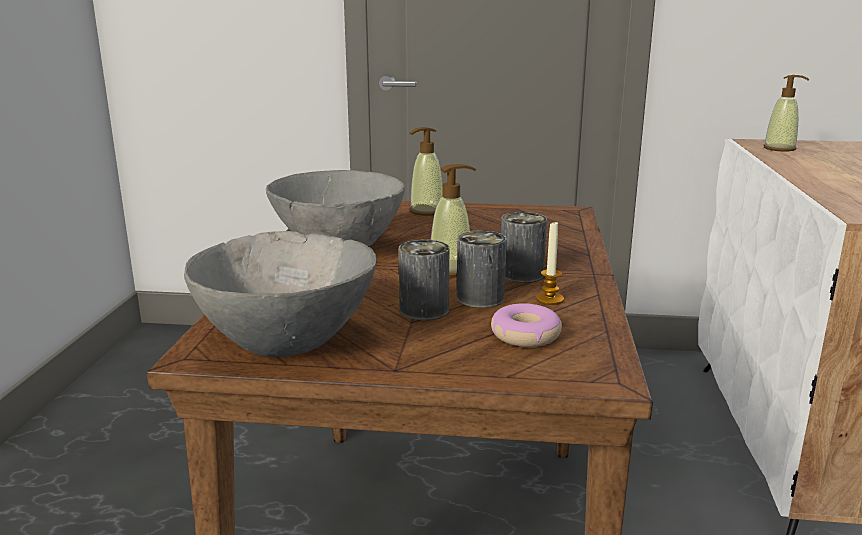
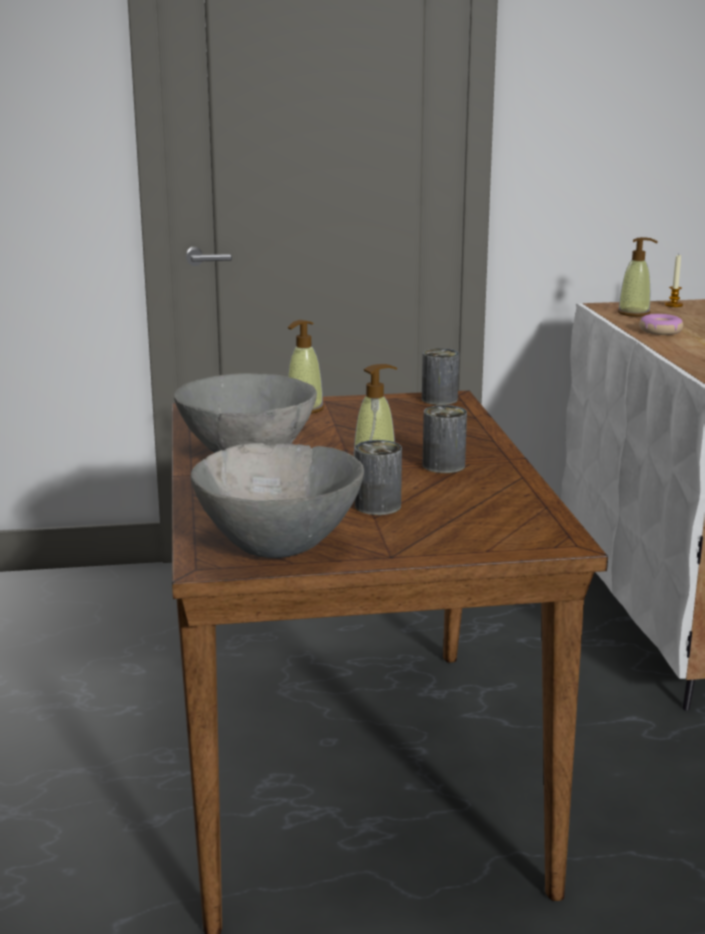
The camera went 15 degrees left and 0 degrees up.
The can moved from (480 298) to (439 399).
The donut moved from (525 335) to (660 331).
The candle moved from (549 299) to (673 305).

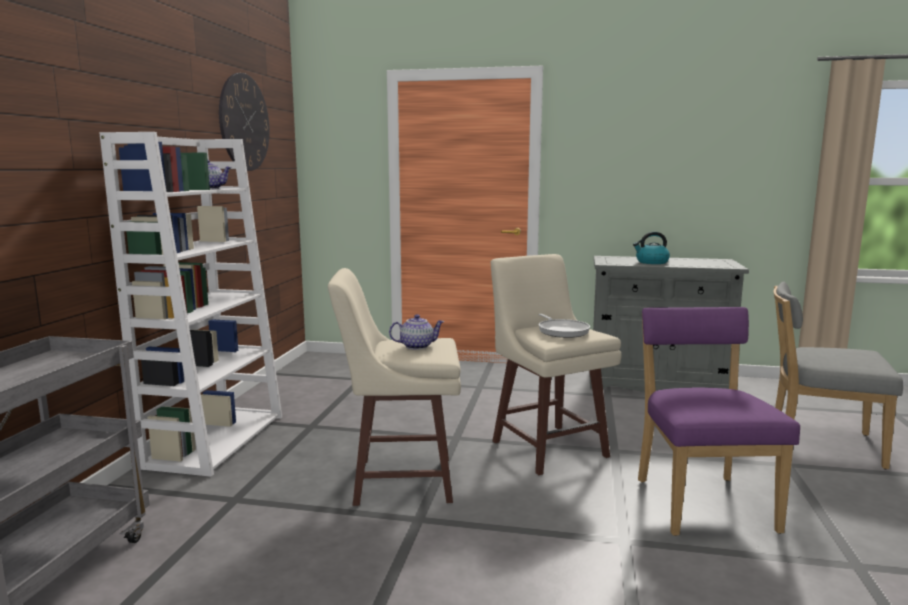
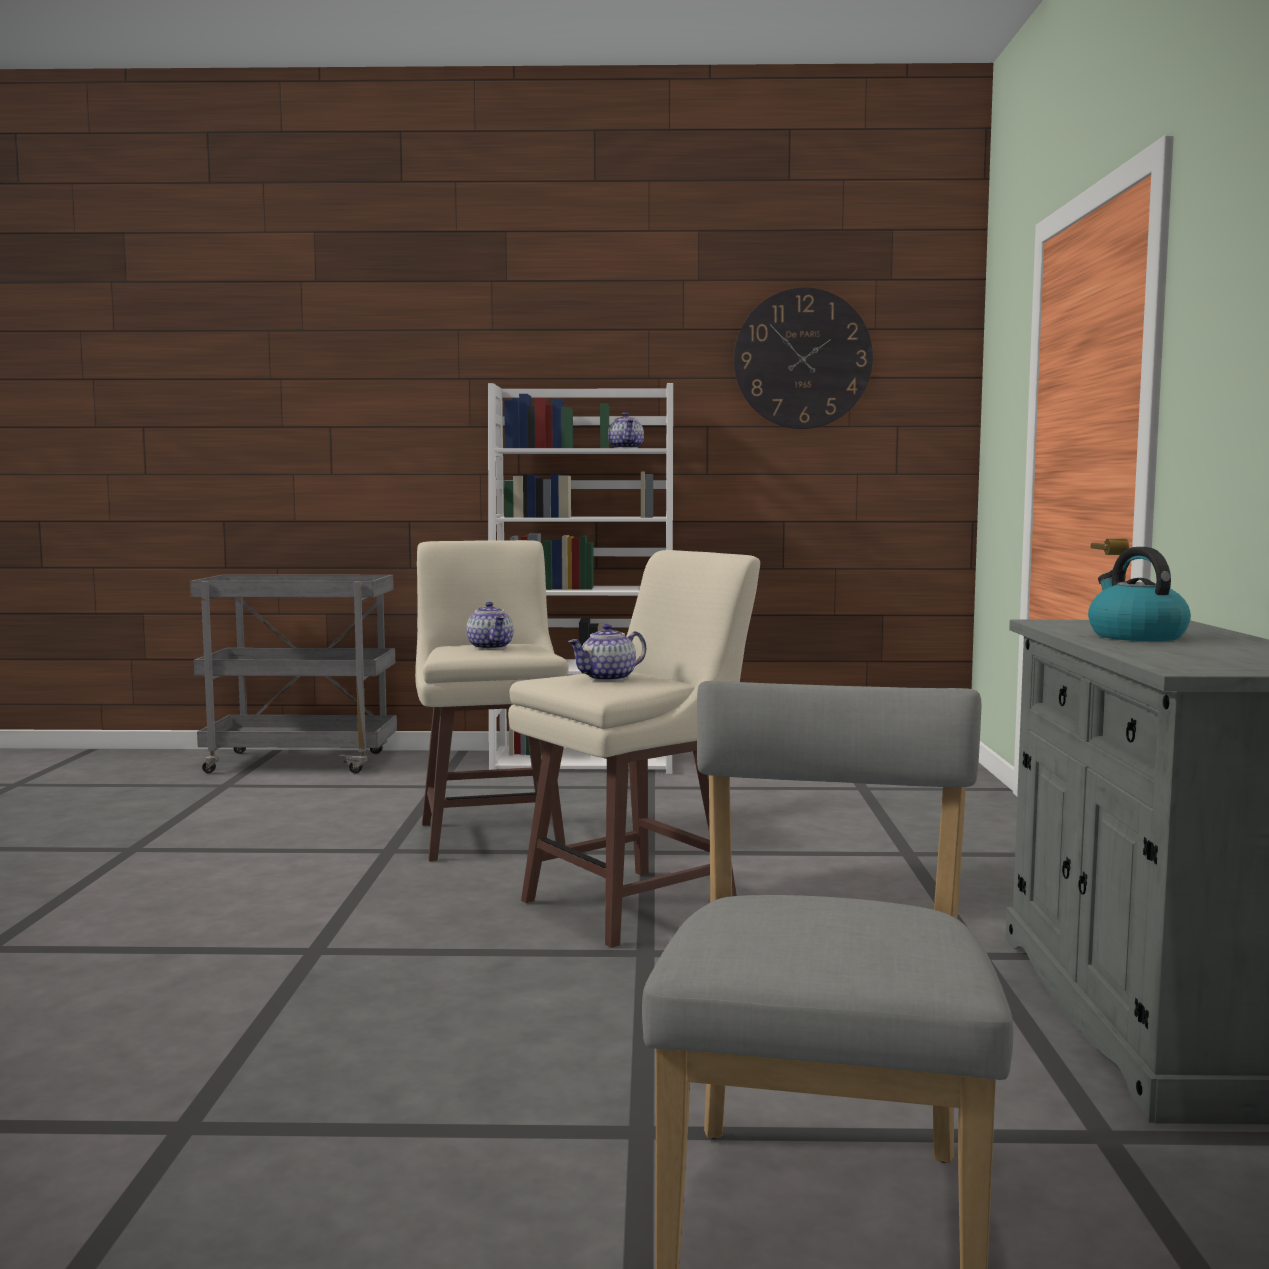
The camera went 80 degrees right and 5 degrees down.
The chair in purple at (701 501) disappeared.
The frying pan at (562 331) was replaced by the teapot at (608 678).

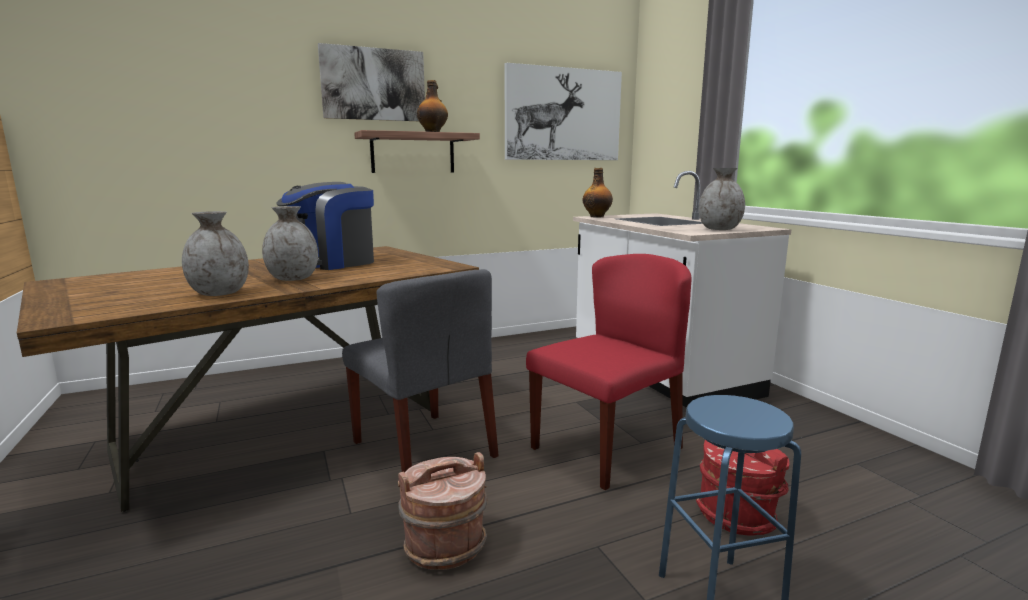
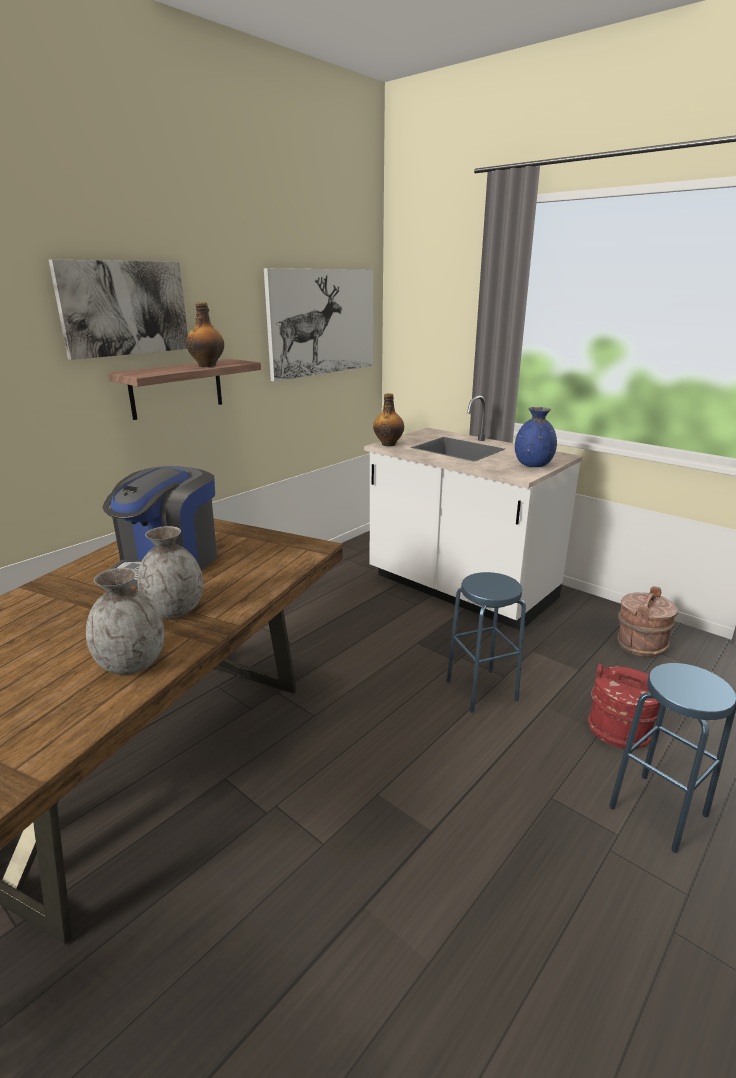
The camera went 25 degrees left and 10 degrees up.
The chair in grey at (424 449) disappeared.
The bucket in brown moved from (445 545) to (640 644).
The chair in red at (607 447) was replaced by the stool in blue at (482 690).
The vase in grey at (720 229) became the vase in blue at (533 465).

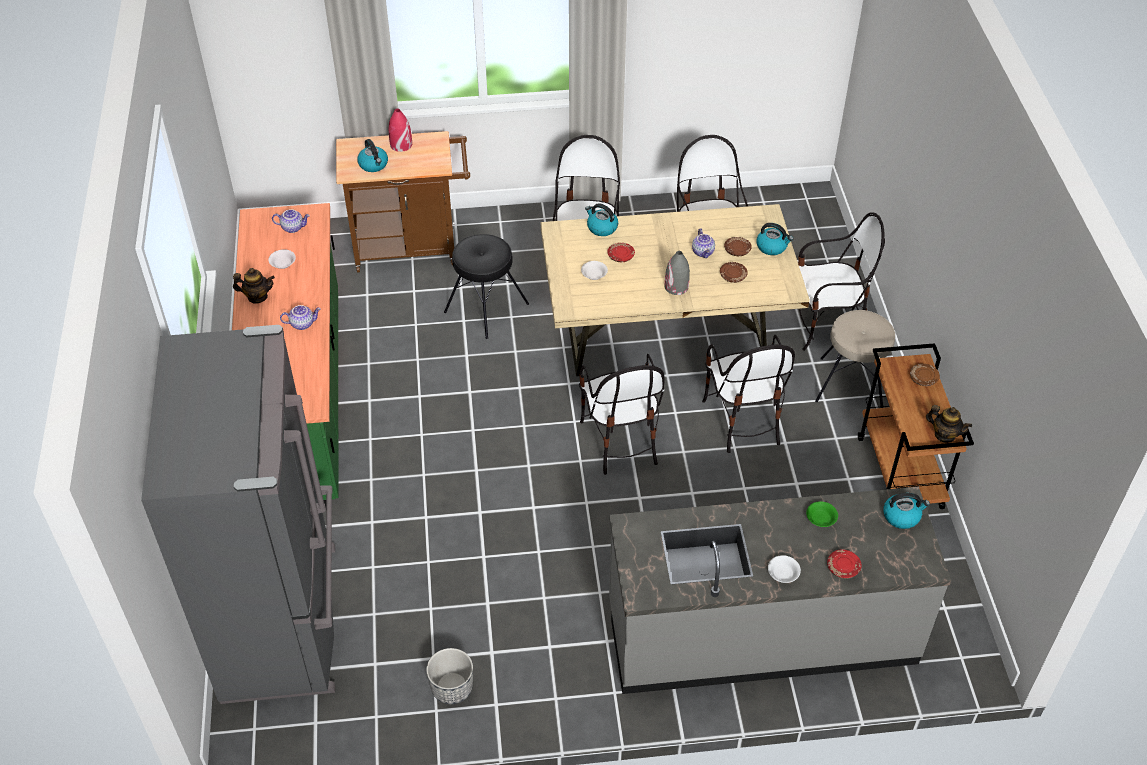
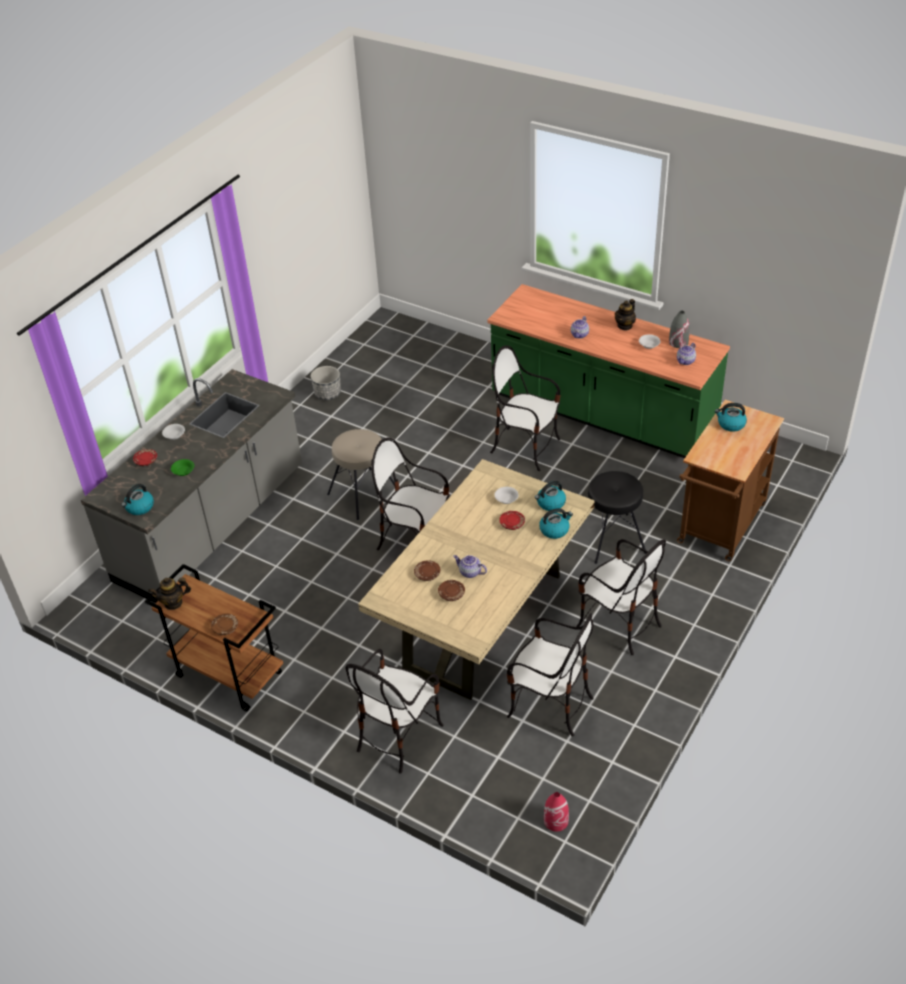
The camera went 130 degrees right and 5 degrees down.
The fridge in grey at (284 621) disappeared.
The vase in red moved from (401 144) to (556 820).
The vase in grey moved from (676 287) to (678 342).
The chair moved from (742 420) to (525 447).
The kettle moved from (772 247) to (550 503).
The stool in beige moved from (851 385) to (363 493).

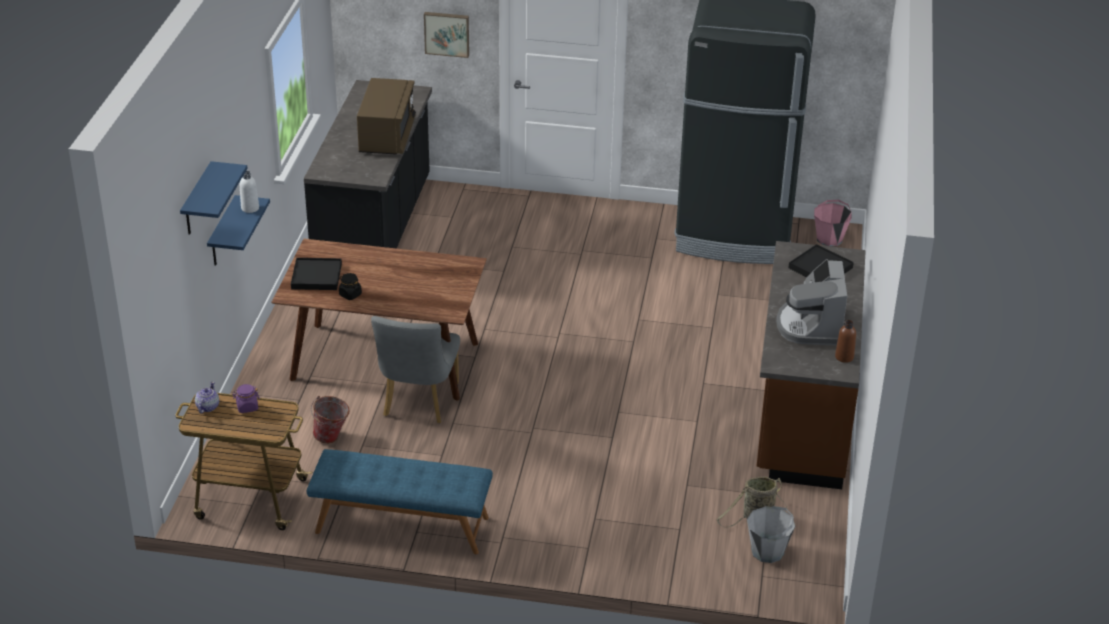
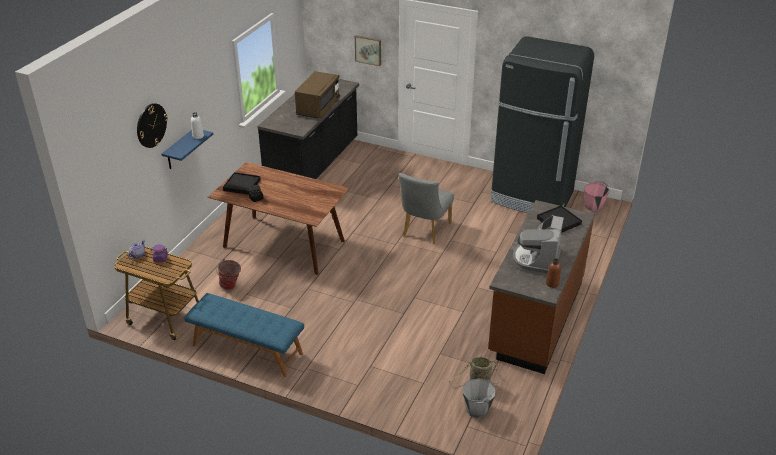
The camera went 15 degrees right and 0 degrees up.
The chair in grey moved from (418 403) to (424 231).
The shelf in blue at (197 201) was replaced by the wall clock at (151 125).

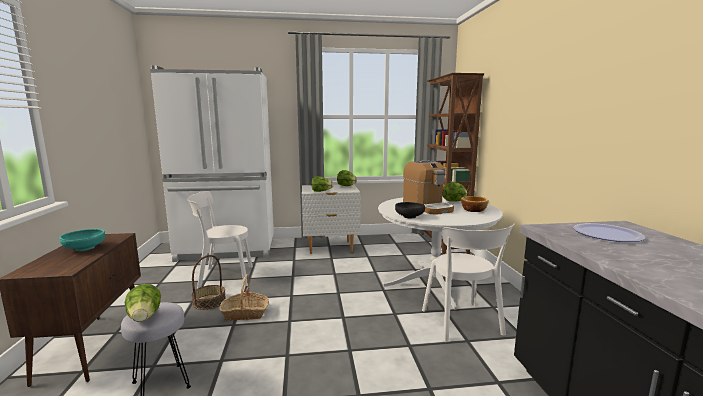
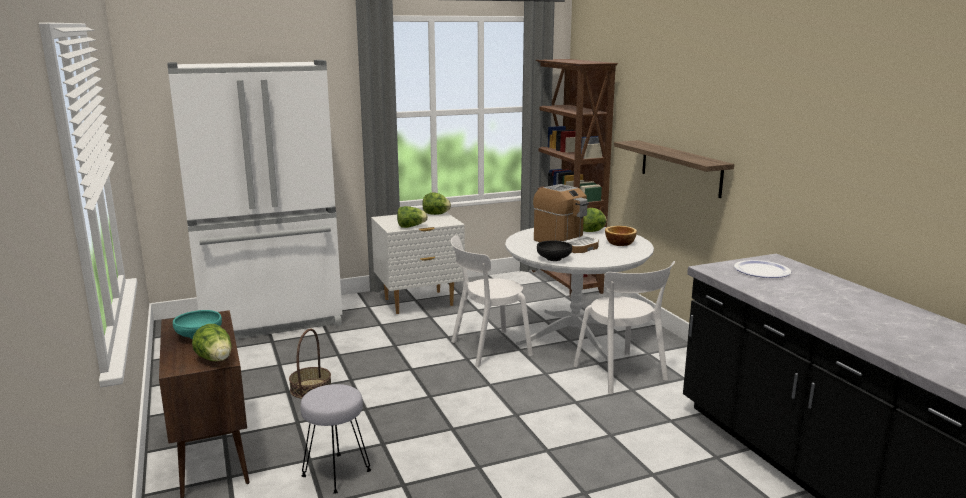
The camera went 15 degrees left and 5 degrees up.
The basket at (245 313) disappeared.
The shelf at (680 168) appeared.
The lettuce moved from (144 318) to (216 360).
The chair in white moved from (223 277) to (487 349).

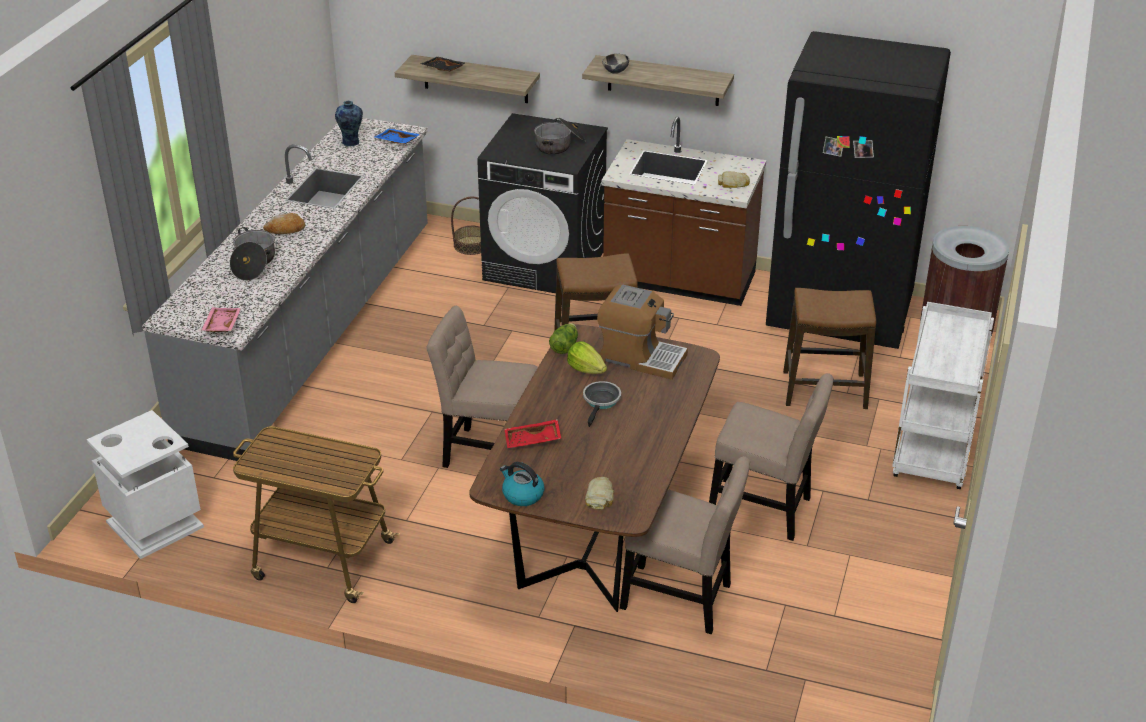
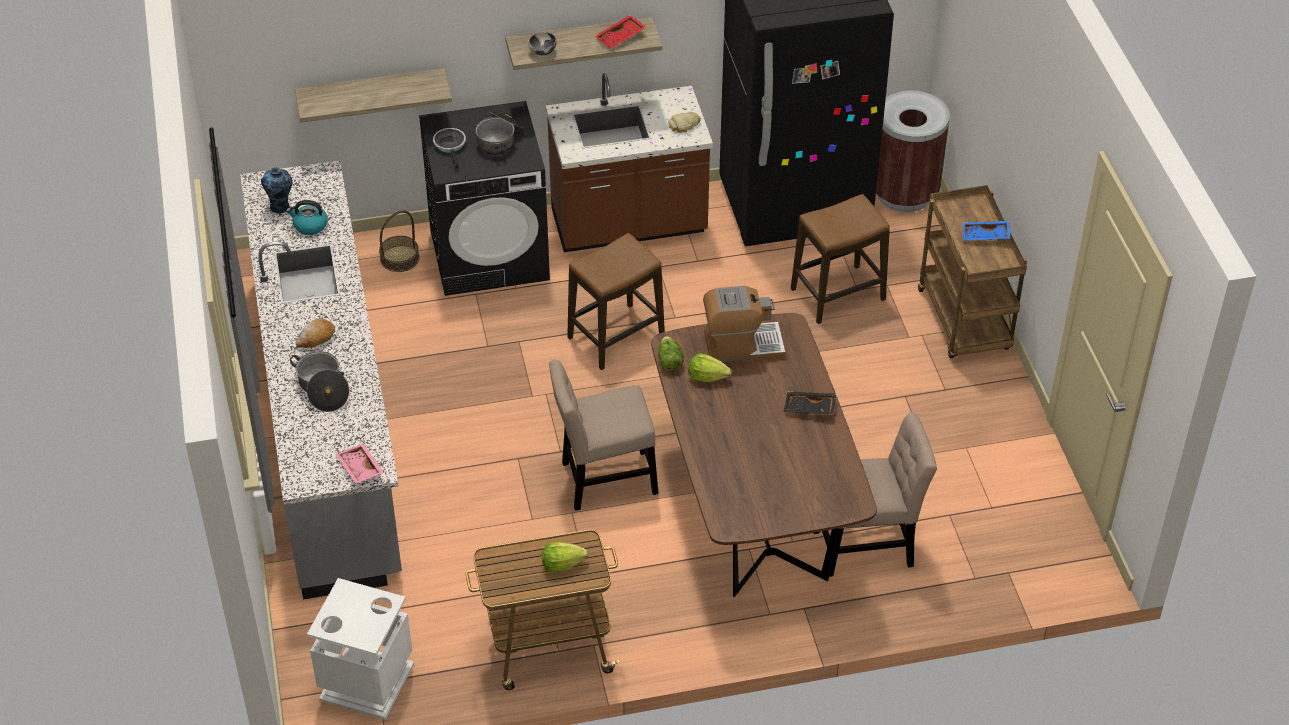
The camera went 30 degrees left and 10 degrees up.
The bread at (600 496) disappeared.
The chair in beige at (764 509) disappeared.
The lettuce at (562 564) appeared.
The tray in blue moved from (396 142) to (985 236).
The tray in black moved from (442 69) to (809 408).
The kettle moved from (522 495) to (310 225).
The tray in red moved from (532 441) to (620 37).
The frying pan moved from (601 402) to (450 146).
The cart in white at (933 453) became the cart in brown at (965 322).

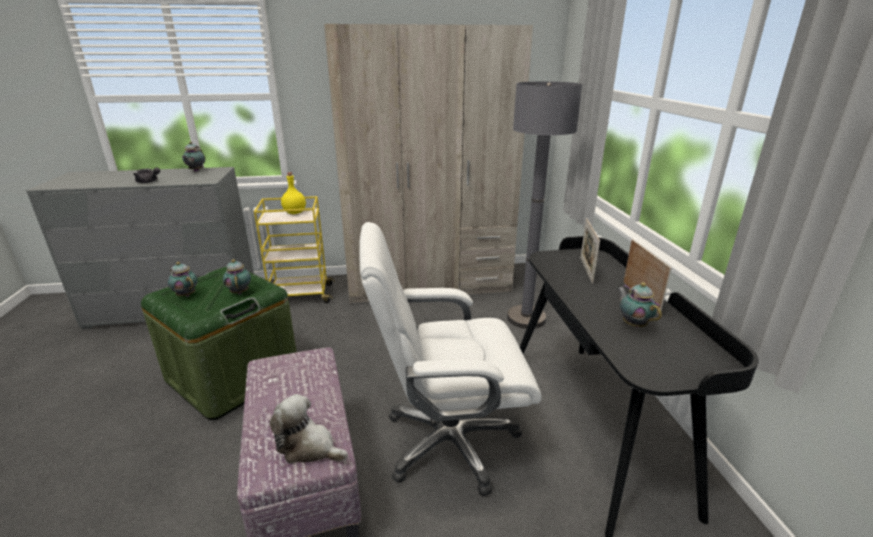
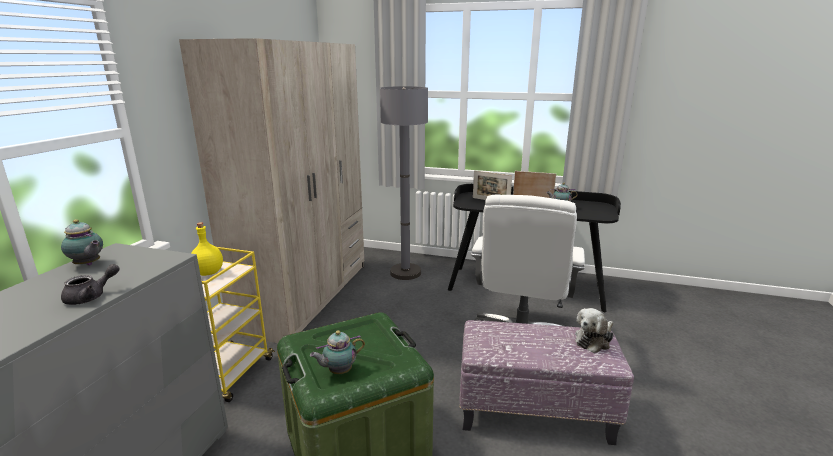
The camera went 65 degrees left and 5 degrees down.
The teapot at (240 292) disappeared.

